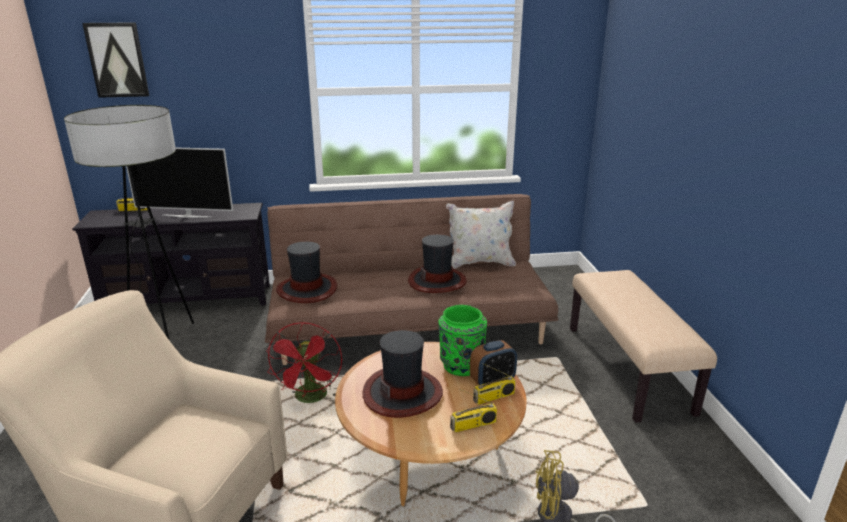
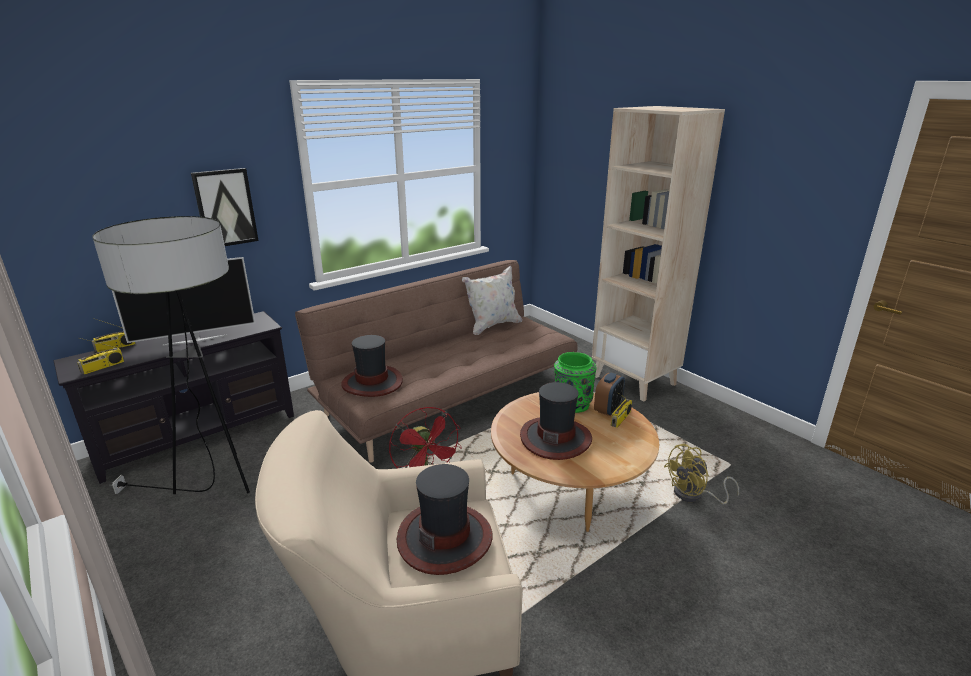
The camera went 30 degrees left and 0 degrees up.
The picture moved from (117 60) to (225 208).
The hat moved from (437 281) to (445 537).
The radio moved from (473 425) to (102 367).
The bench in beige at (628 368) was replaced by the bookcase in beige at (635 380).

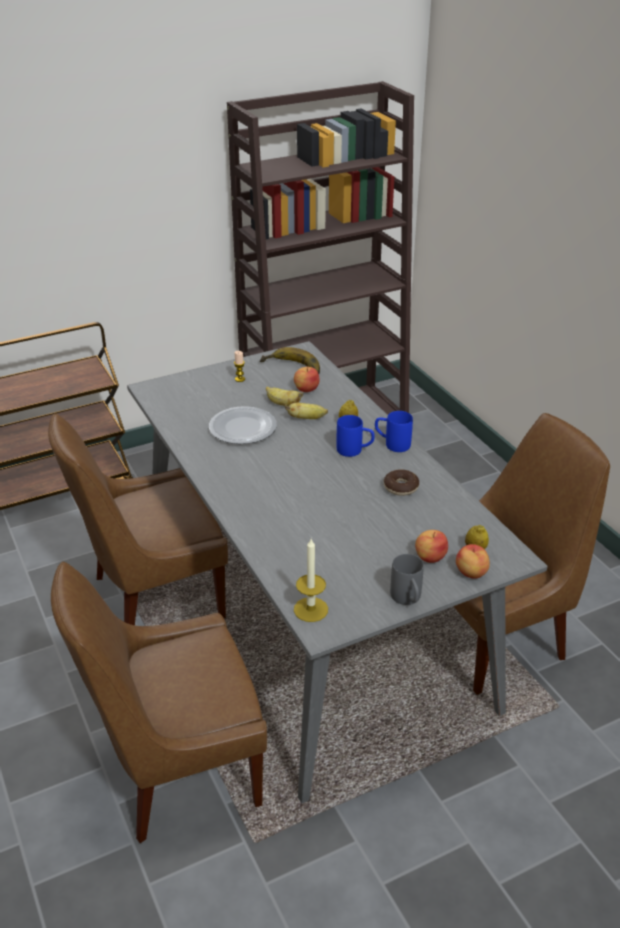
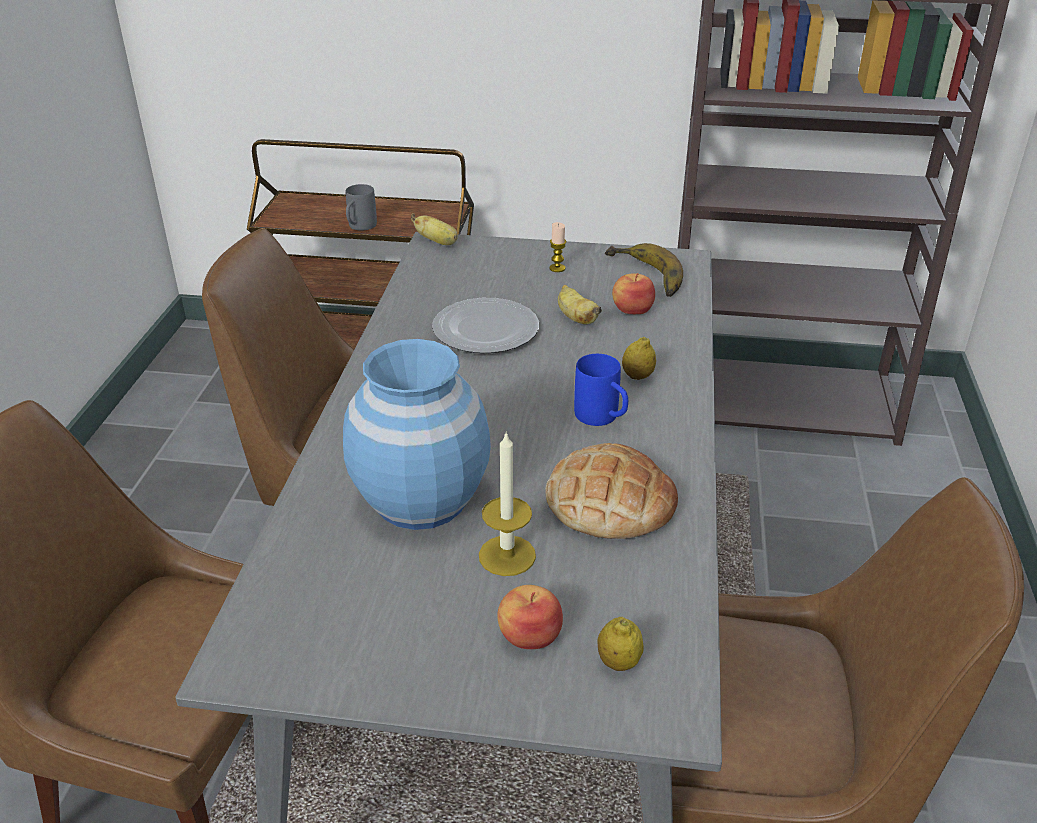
The camera went 35 degrees right and 0 degrees up.
The mug in blue at (392 444) disappeared.
The apple at (471 573) disappeared.
The vase in blue at (421 499) appeared.
The banana moved from (306 418) to (438 242).
The candle moved from (311 609) to (507 555).
The mug in grey moved from (407 599) to (359 227).
The donut at (401 487) was replaced by the bread at (610 502).

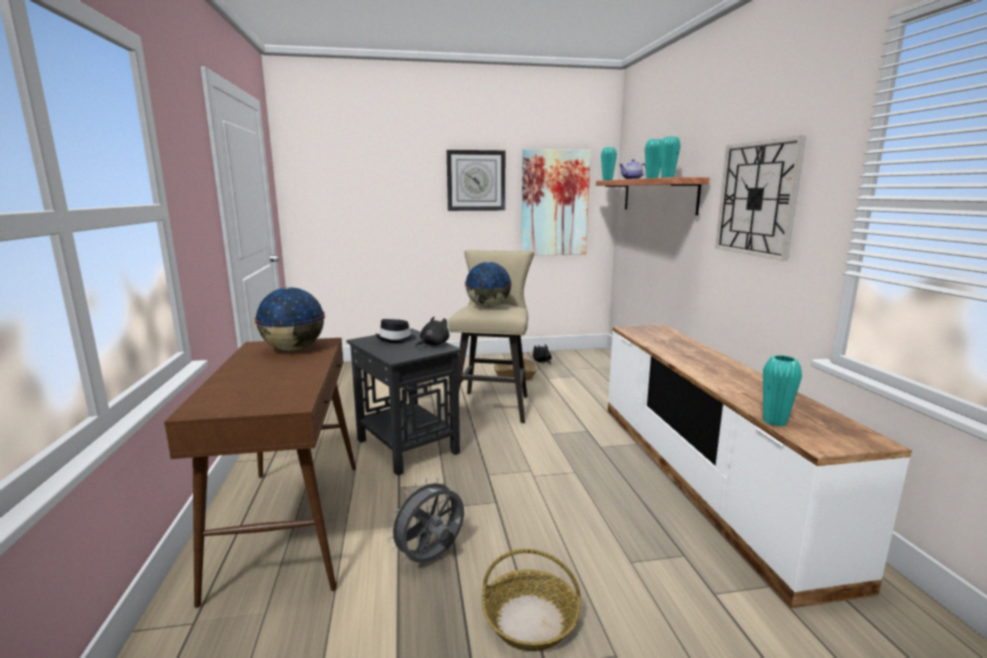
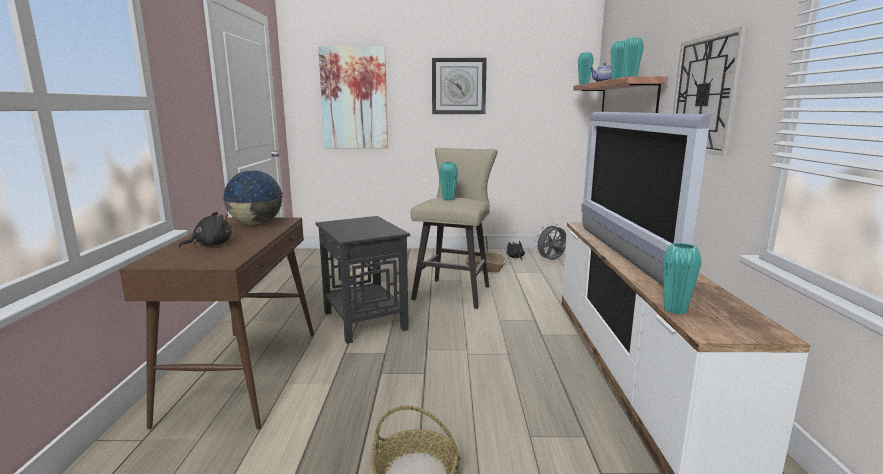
The camera went 10 degrees right and 0 degrees up.
The hat in black at (396 339) disappeared.
The television at (620 256) appeared.
The fan in grey moved from (431 558) to (551 261).
The plush toy in black moved from (433 344) to (210 245).
The picture moved from (554 203) to (354 98).
The globe at (488 307) was replaced by the vase in turquoise at (448 199).

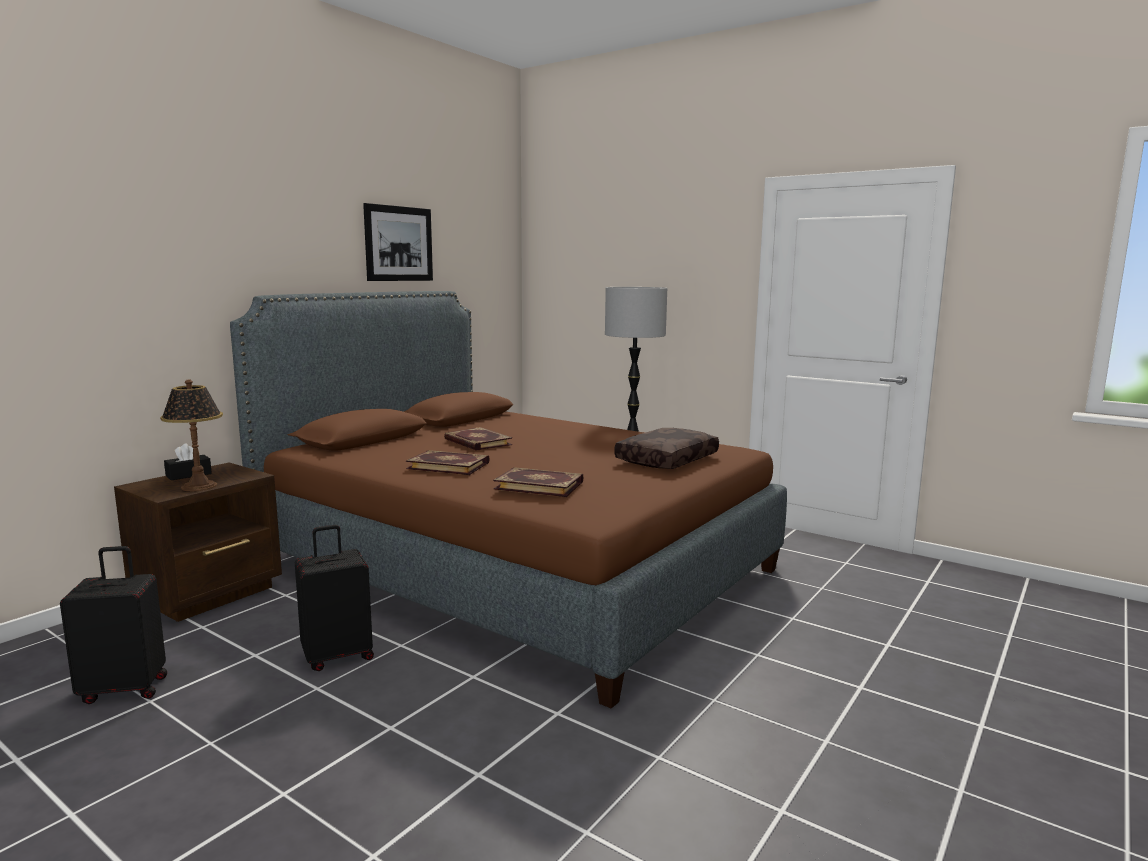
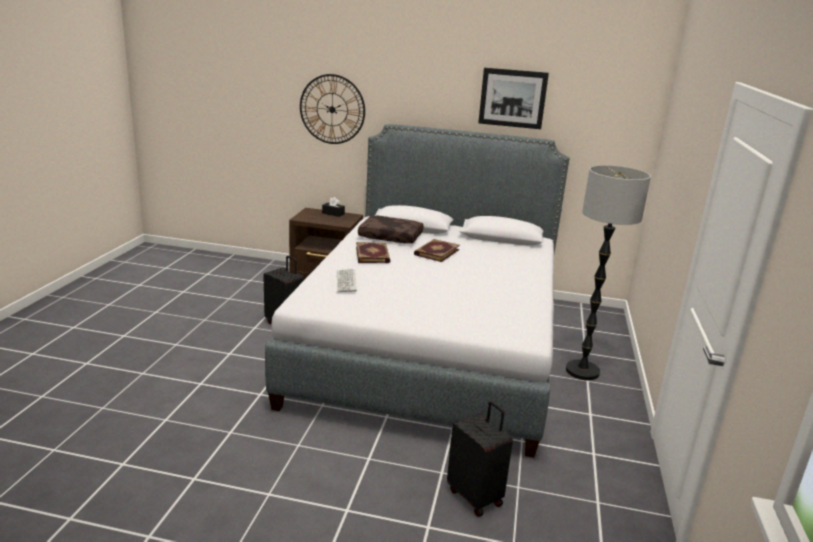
The camera went 65 degrees right and 10 degrees up.
The table lamp at (198 486) disappeared.
The wall clock at (332 109) appeared.
The suitcase in black moved from (125 689) to (476 496).
The pillow in brown moved from (666 459) to (391 236).
The book at (539 485) was replaced by the keyboard at (346 281).
The bed in brown at (514 567) became the bed in grey at (430 344).

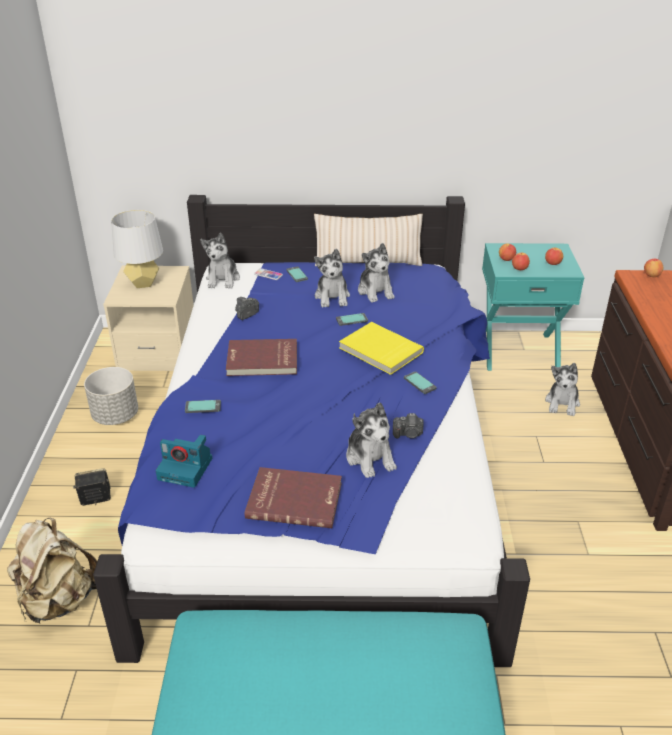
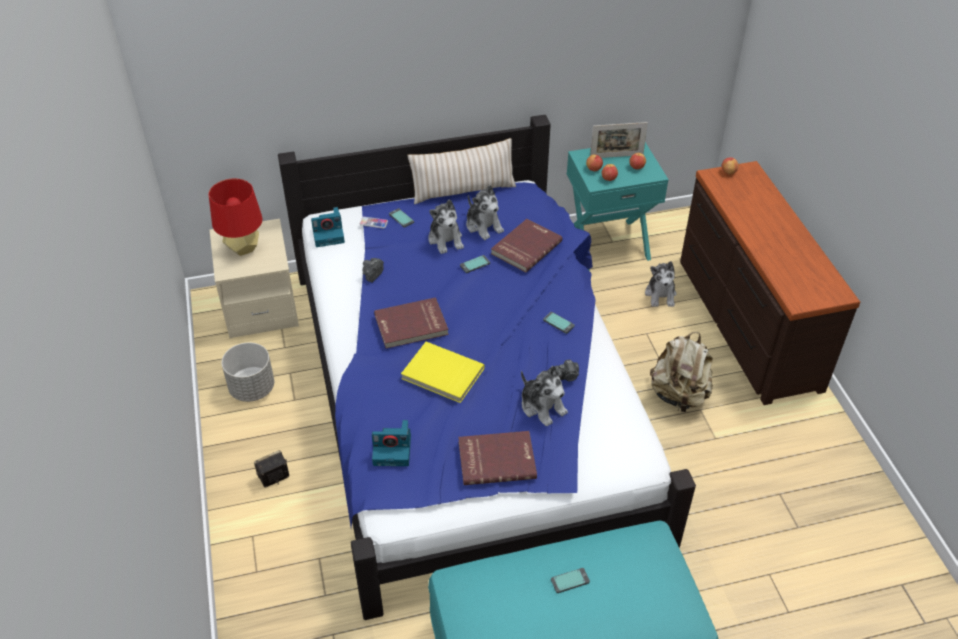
The camera went 15 degrees left and 10 degrees up.
The book in red at (525 247) appeared.
The picture frame at (616 156) appeared.
The backpack in beige moved from (58 600) to (679 395).
The phone moved from (203 407) to (570 580).
The book in yellow moved from (379 351) to (442 374).
The plush toy at (223 279) was replaced by the photo camera at (329 234).
The table lamp in grey at (143 283) became the table lamp in red at (243 248).

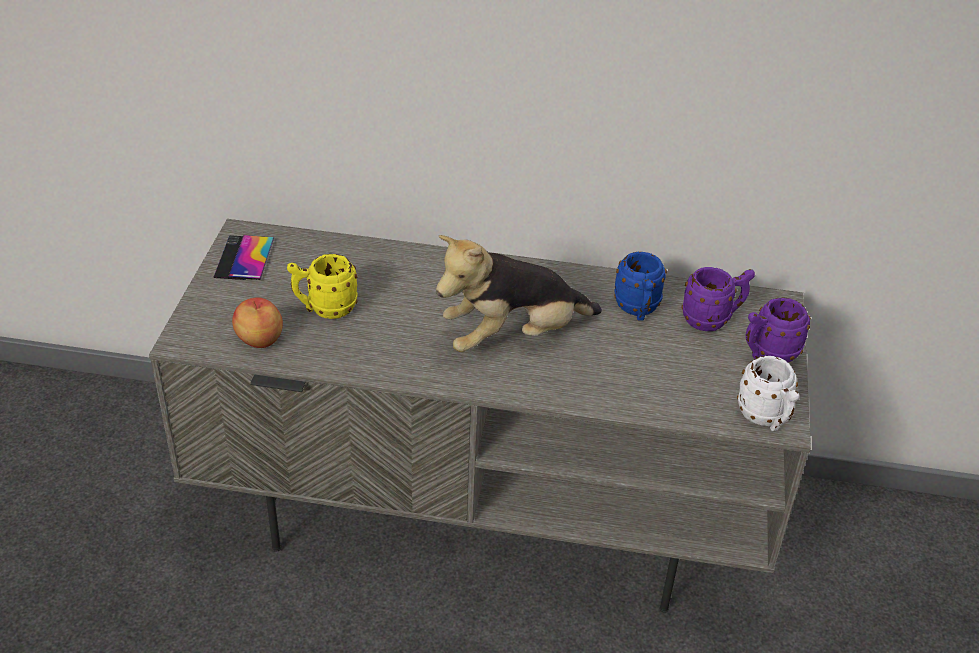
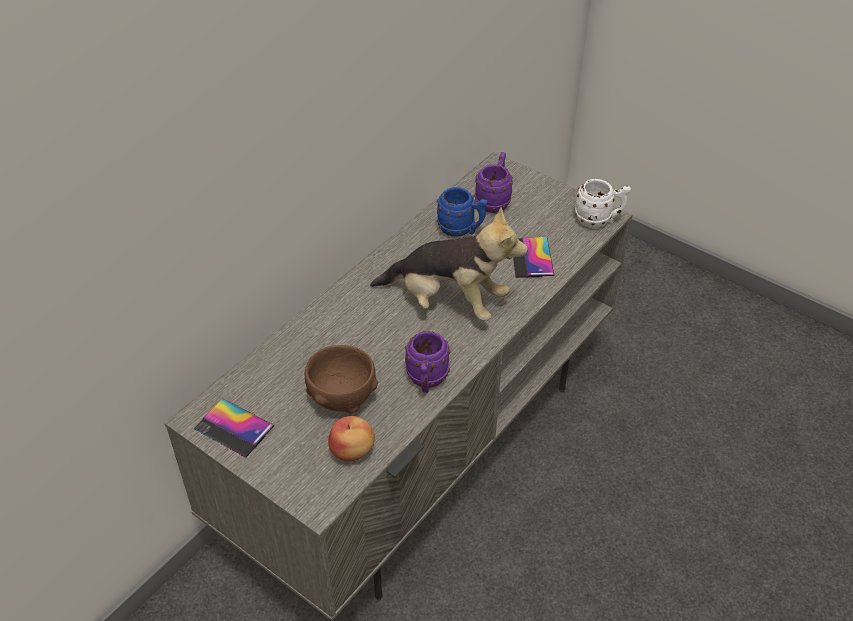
The camera went 60 degrees left and 5 degrees up.
The phone at (531 257) appeared.
The mug in purple moved from (768 354) to (426 381).
The mug in yellow at (324 309) was replaced by the bowl in brown at (341 396).
The plush toy at (513 337) turned 75 degrees counterclockwise.

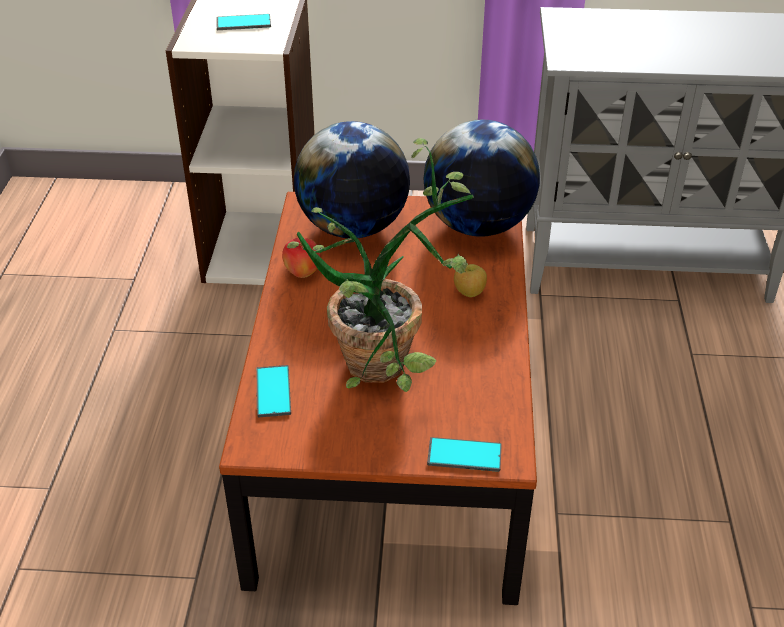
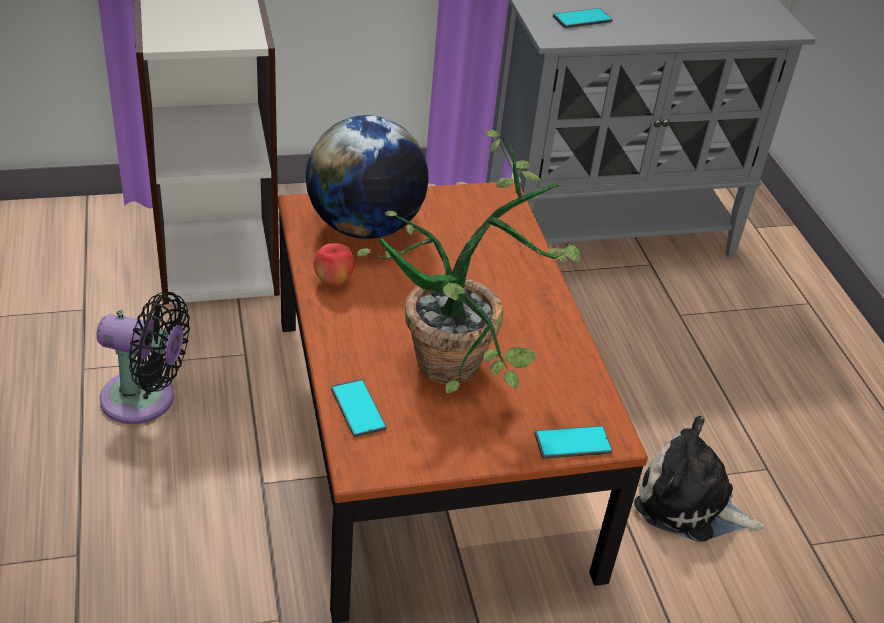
The camera went 20 degrees left and 0 degrees up.
The globe at (478 226) disappeared.
The apple at (469 293) disappeared.
The fan in black at (145 400) appeared.
The plush toy at (689 504) appeared.
The phone moved from (243 23) to (582 19).

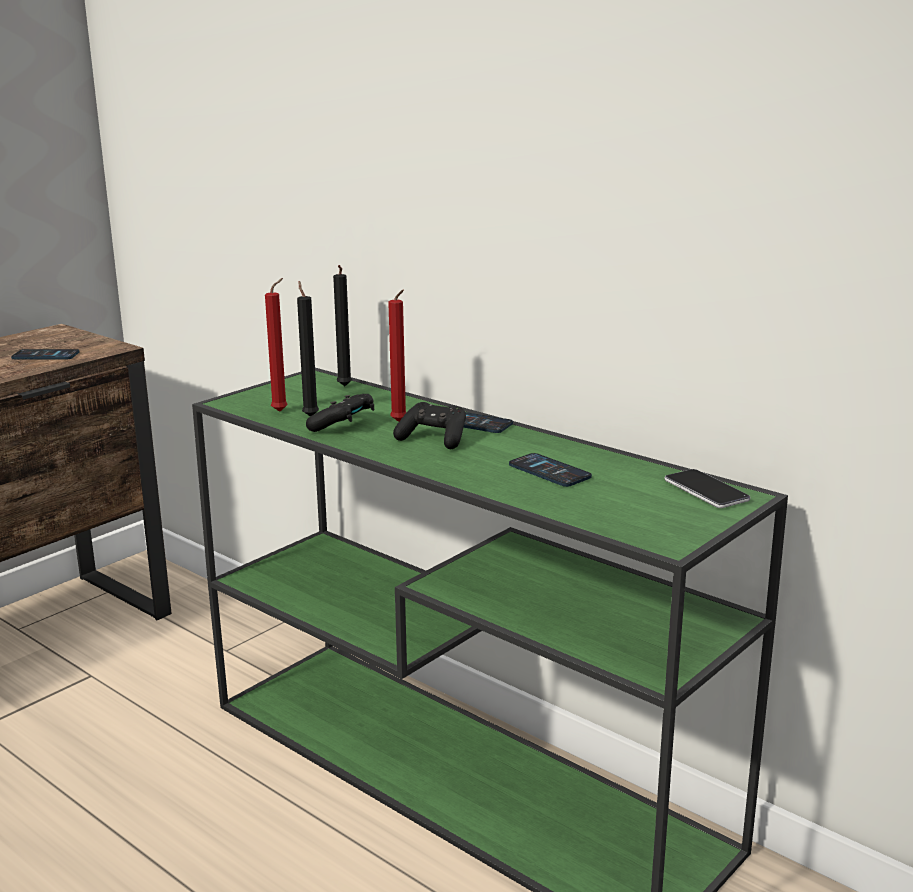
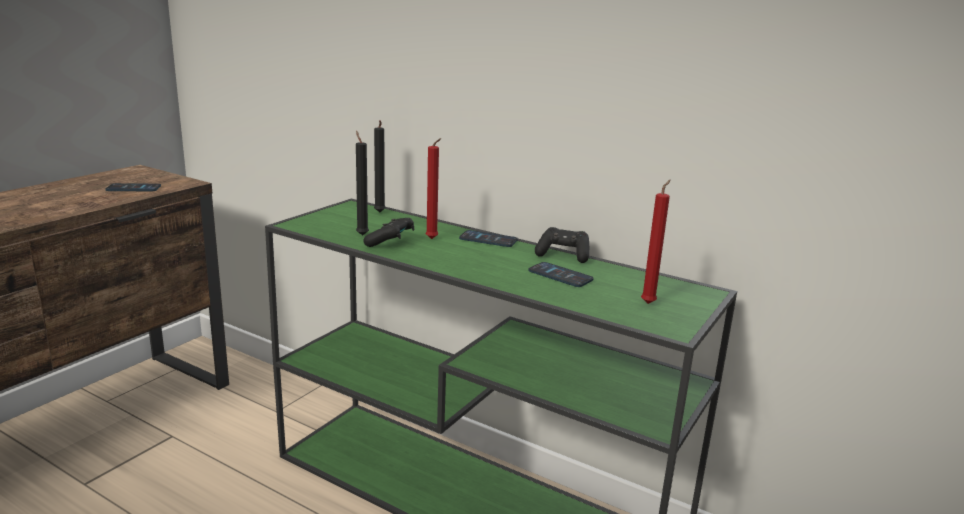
The camera went 10 degrees left and 0 degrees up.
The phone at (706 490) disappeared.
The candle in red moved from (282 411) to (649 303).
The game controller in black moved from (433 439) to (563 255).

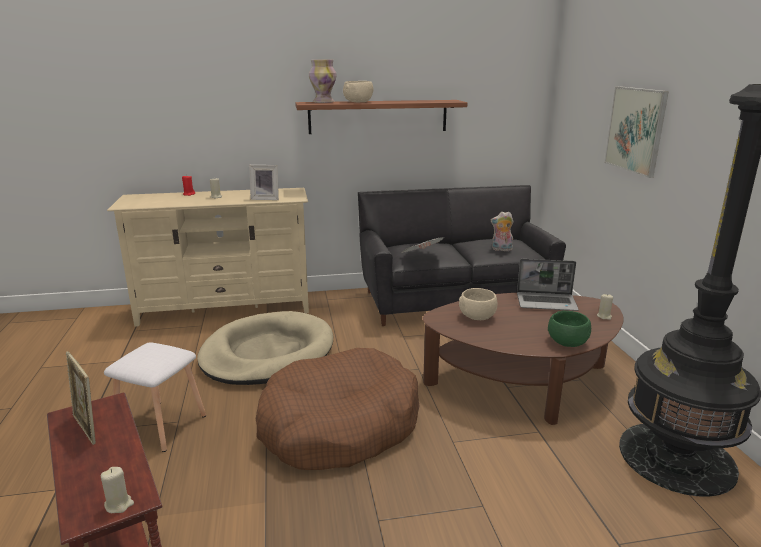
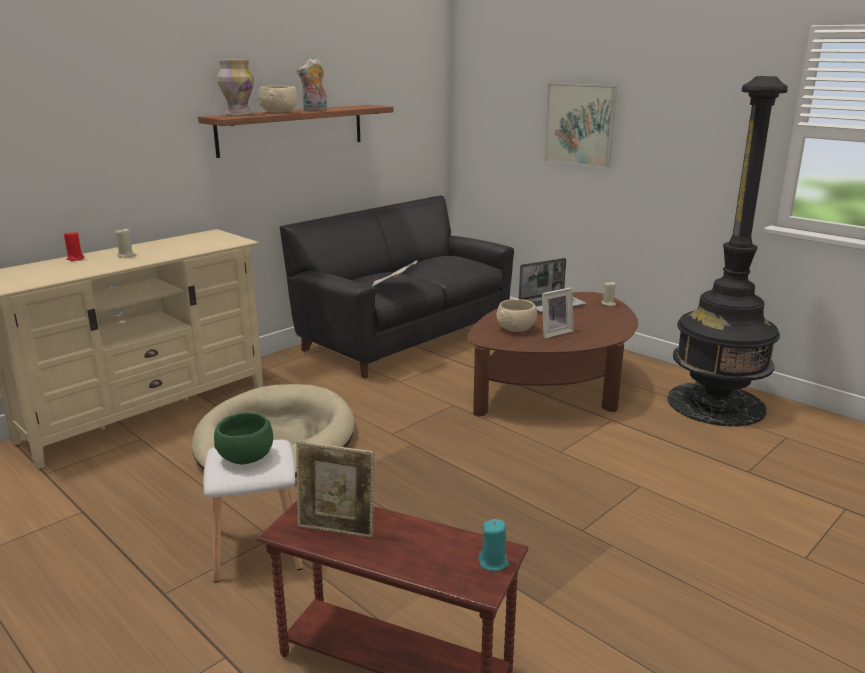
The camera went 35 degrees left and 0 degrees up.
The dog bed in brown at (339 425) disappeared.
The picture frame moved from (265 198) to (554 332).
The plush toy moved from (501 249) to (315 110).
The bowl in green moved from (566 342) to (245 457).
The candle in beige at (119 504) became the candle in turquoise at (493 562).

